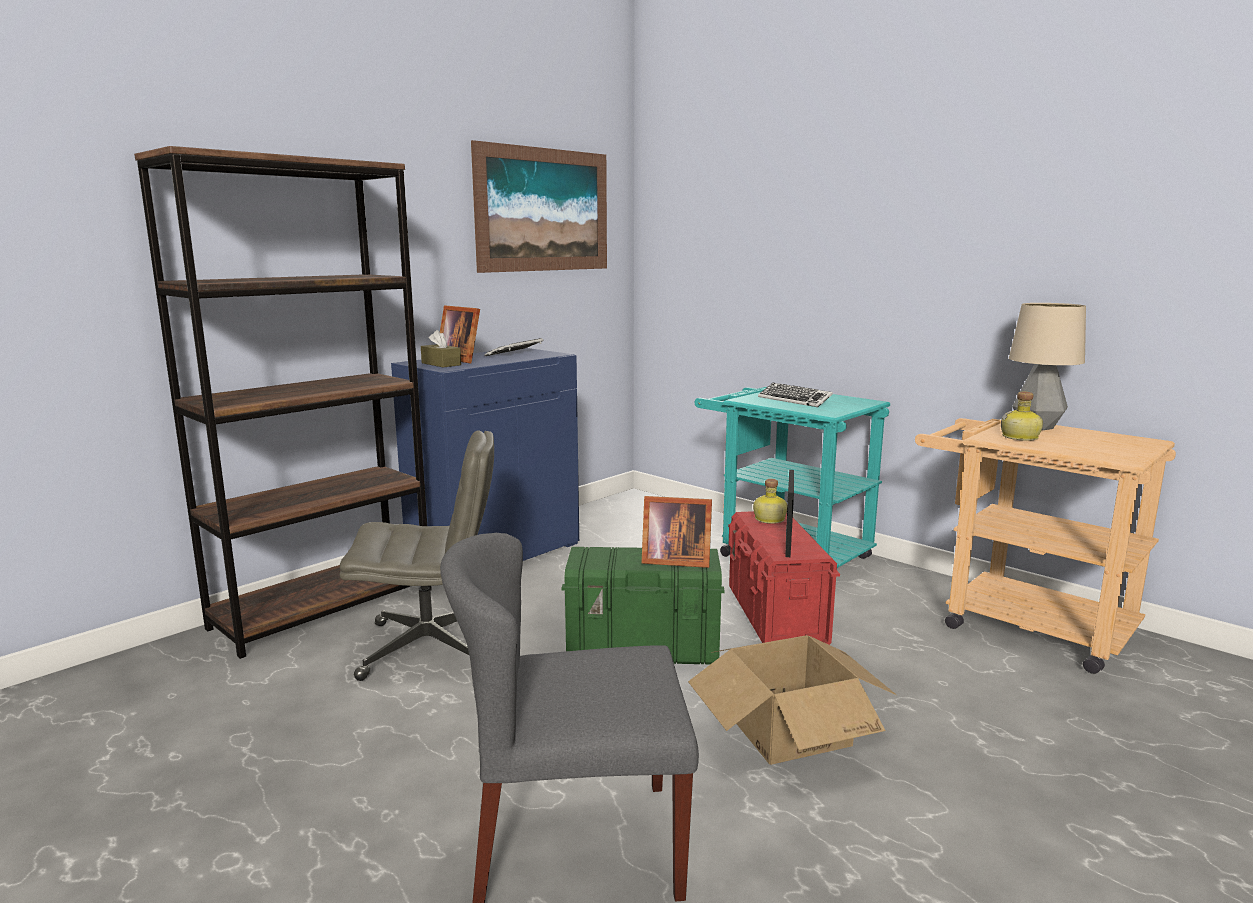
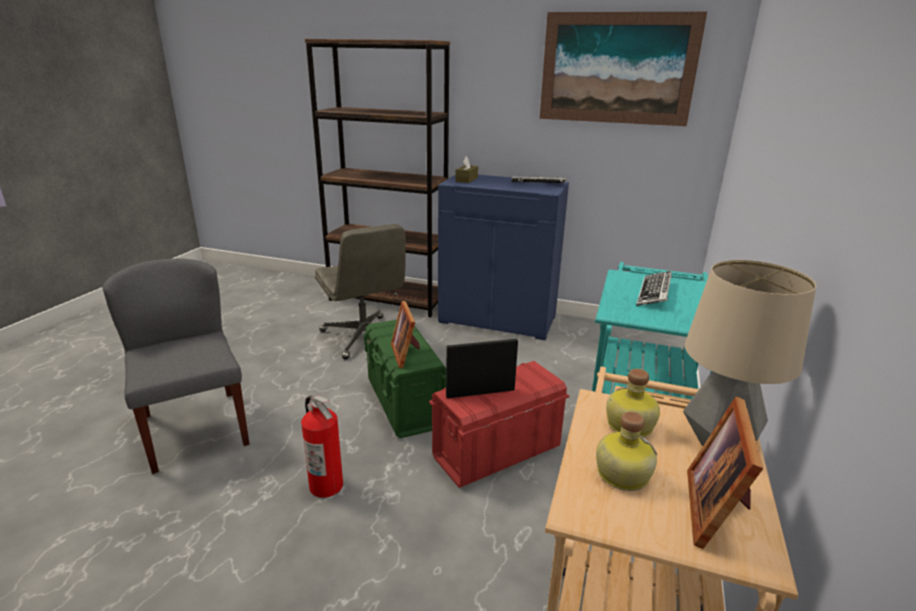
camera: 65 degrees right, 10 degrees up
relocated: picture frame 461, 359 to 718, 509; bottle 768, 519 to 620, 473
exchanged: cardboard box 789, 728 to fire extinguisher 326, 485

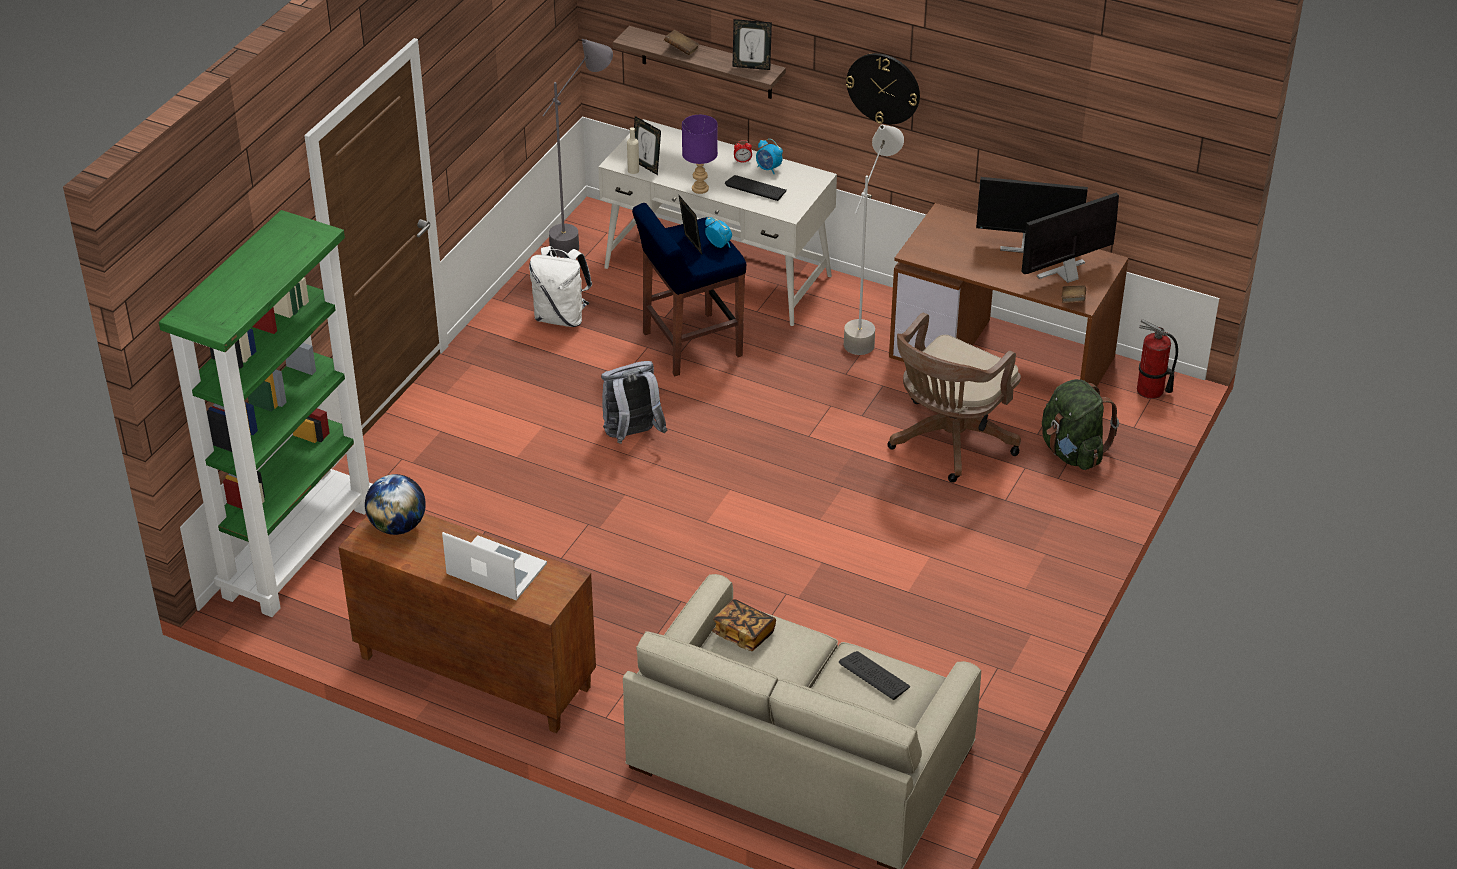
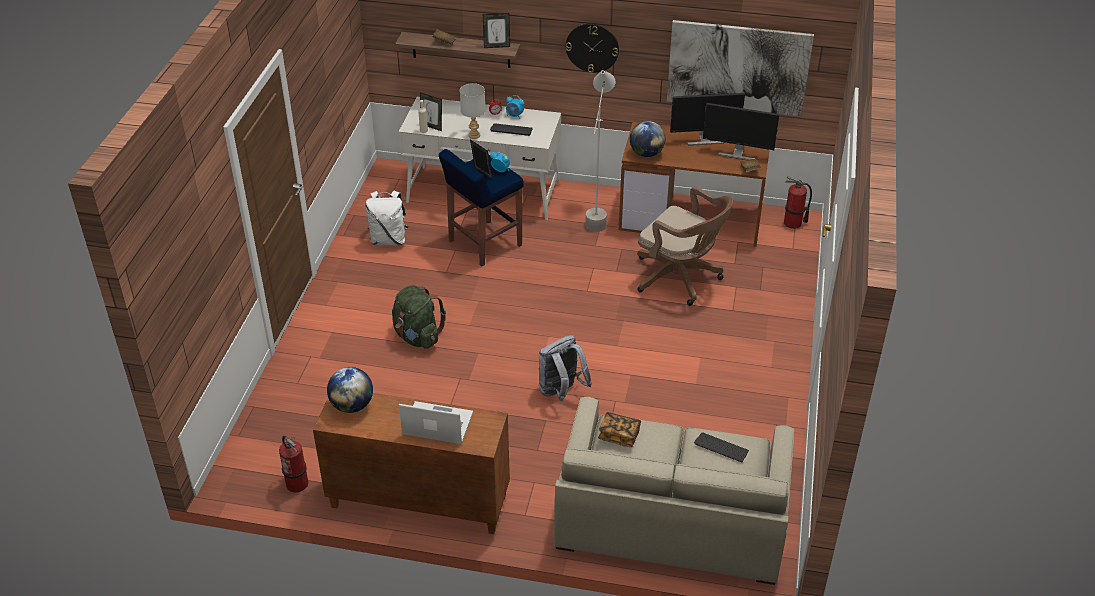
camera: 15 degrees left, 0 degrees up
missing: grey floor lamp 583, 238; green bookcase 298, 549
appeared: picture 738, 67; globe 646, 154; fire extinguisher 297, 483
relocated: grey backpack 632, 435 to 561, 392; green backpack 1072, 452 to 417, 337
colour: purple table lamp 699, 188 to grey table lamp 473, 135
spun: monitor 1066, 274 = 737, 153 120 degrees counterclockwise; brown office chair 949, 442 = 680, 279 75 degrees counterclockwise

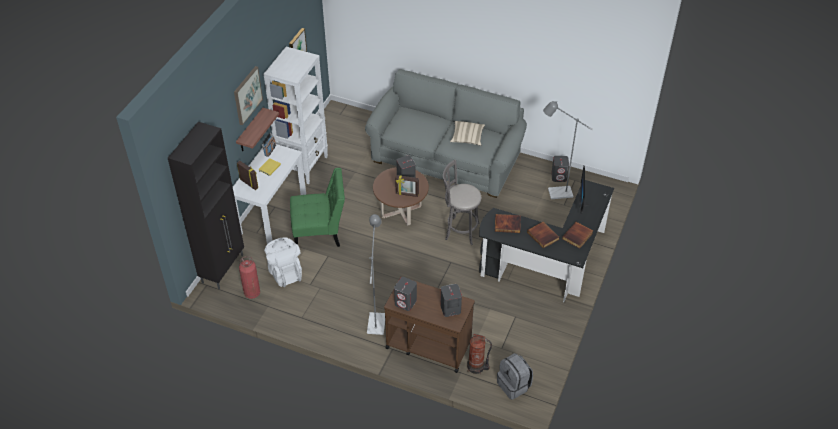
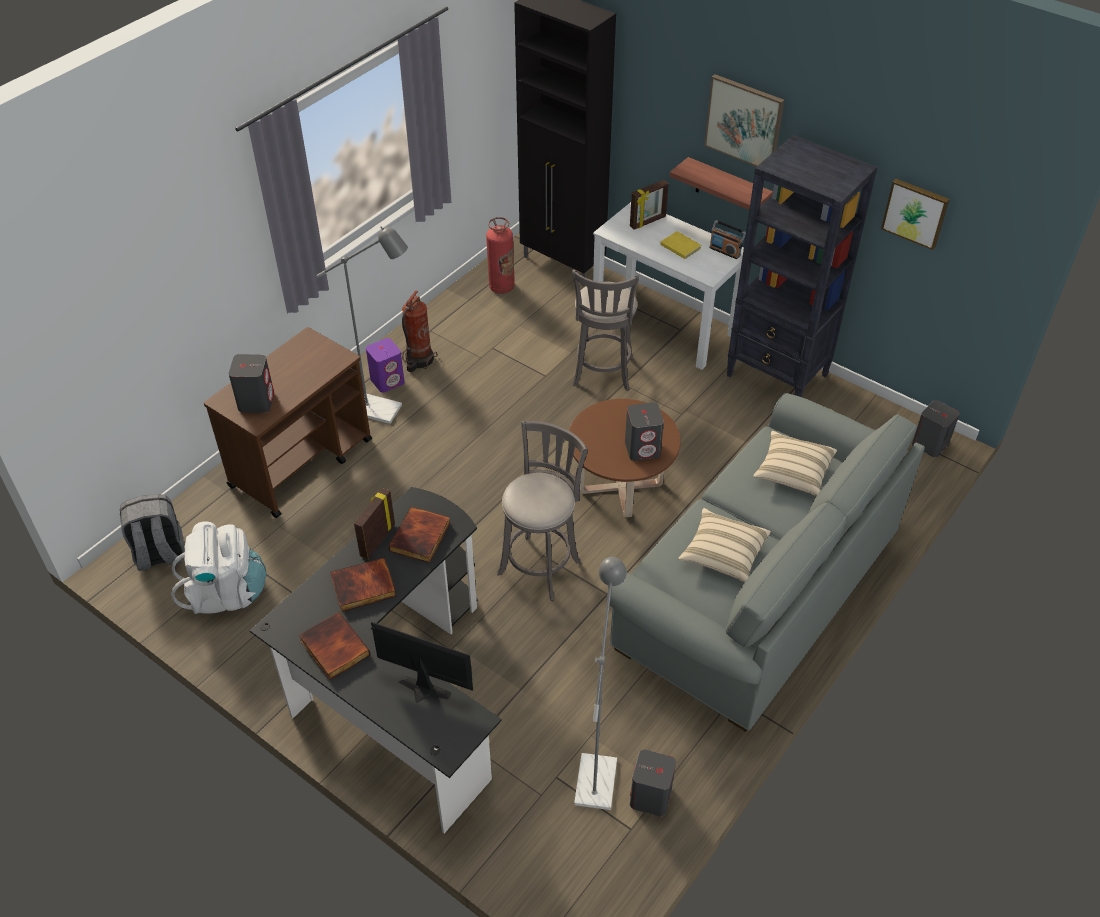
camera: 105 degrees right, 0 degrees up
appeared: purple speaker 387, 380; beige pillow 793, 472
relocated: picture frame 407, 194 to 377, 540; white backpack 285, 273 to 226, 592; grey speaker 406, 302 to 929, 444; fire extinguisher 476, 367 to 418, 360
exchanged: green chair 320, 232 to grey stool 602, 374
colour: white bookcase 304, 165 to black bookcase 777, 376

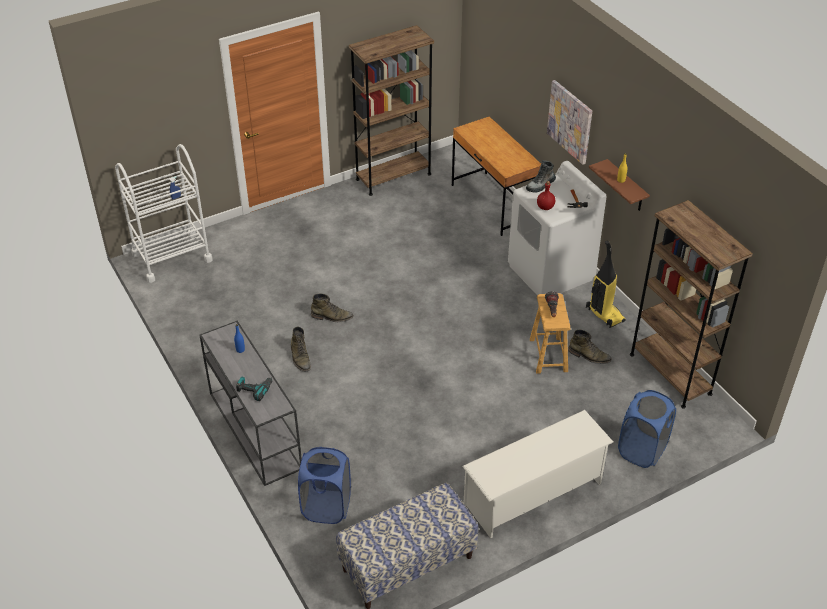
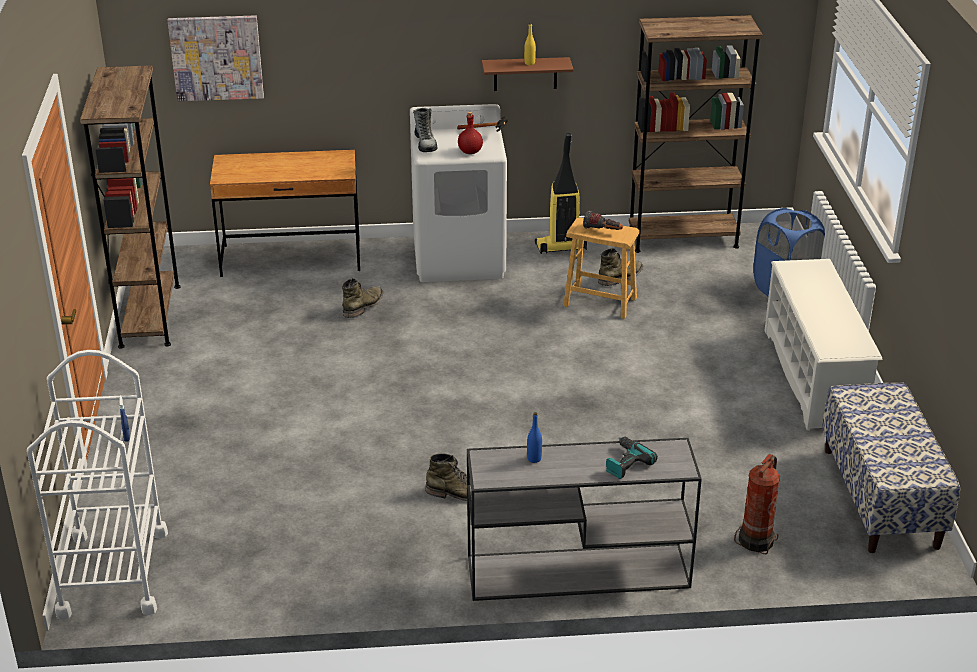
camera: 65 degrees left, 10 degrees down
relocated: picture 570, 121 to 216, 57; green boot 332, 317 to 364, 306
exchanged: blue laundry basket 326, 507 to fire extinguisher 757, 540

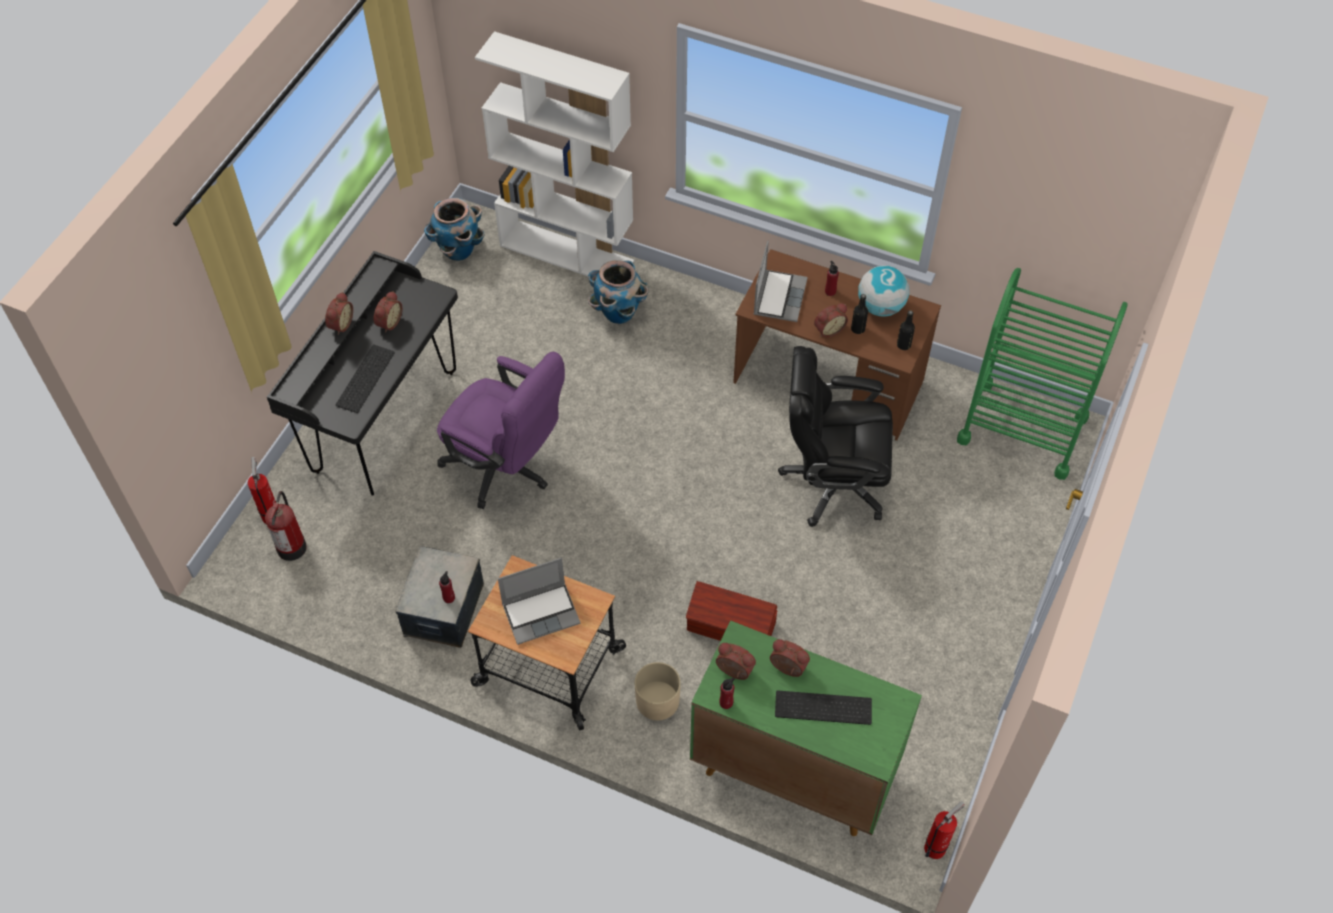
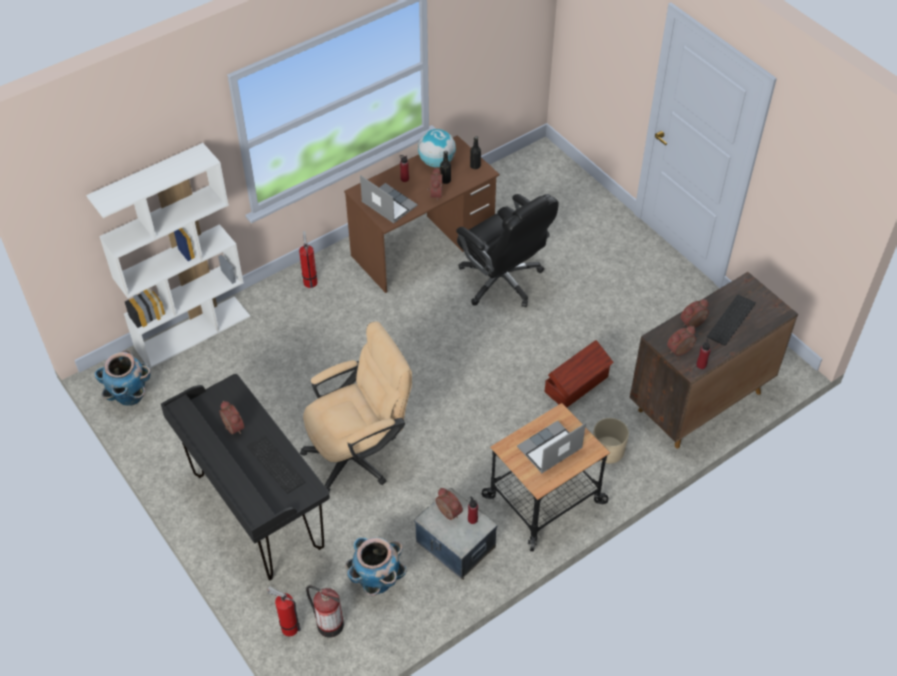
camera: 60 degrees left, 5 degrees down
missing: green cart 1022, 429
relocated: planter 618, 313 to 377, 582; alarm clock 340, 324 to 447, 513; fire extinguisher 937, 846 to 310, 281
colour: purple office chair 506, 468 to beige office chair 359, 453; green cabinet 792, 769 to brown cabinet 699, 402
spun: black office chair 833, 482 = 502, 281 75 degrees counterclockwise; laptop 541, 612 = 549, 449 135 degrees counterclockwise

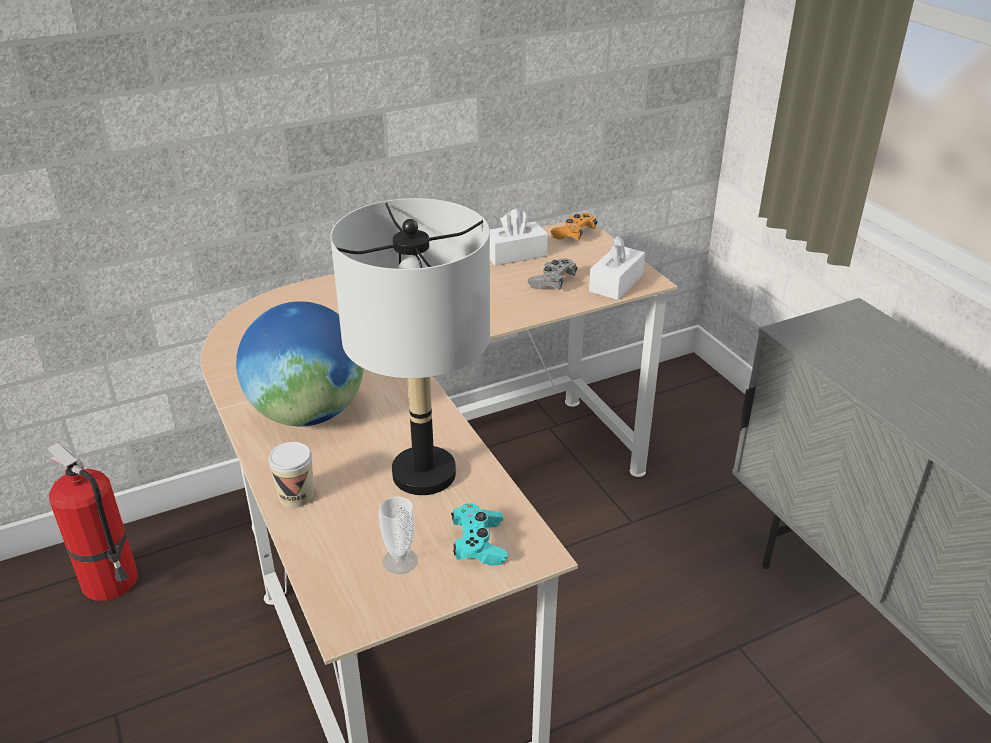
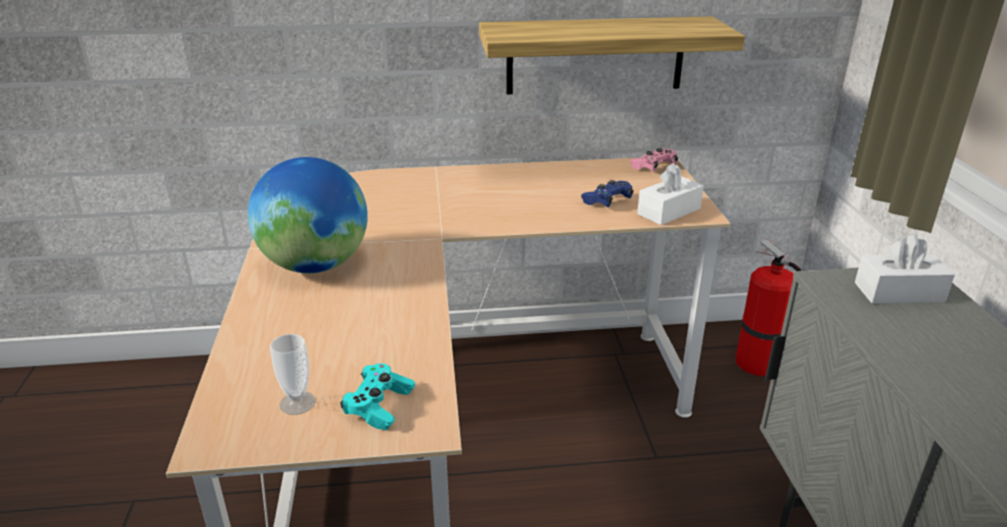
camera: 20 degrees right, 5 degrees down
missing: grey table lamp 423, 474; cup 296, 495
appeared: shelf 595, 55
relocated: white tissue box 515, 254 to 898, 292; fire extinguisher 112, 581 to 759, 363
colour: orange game controller 574, 234 to pink game controller 653, 167; grey game controller 552, 282 to blue game controller 607, 201

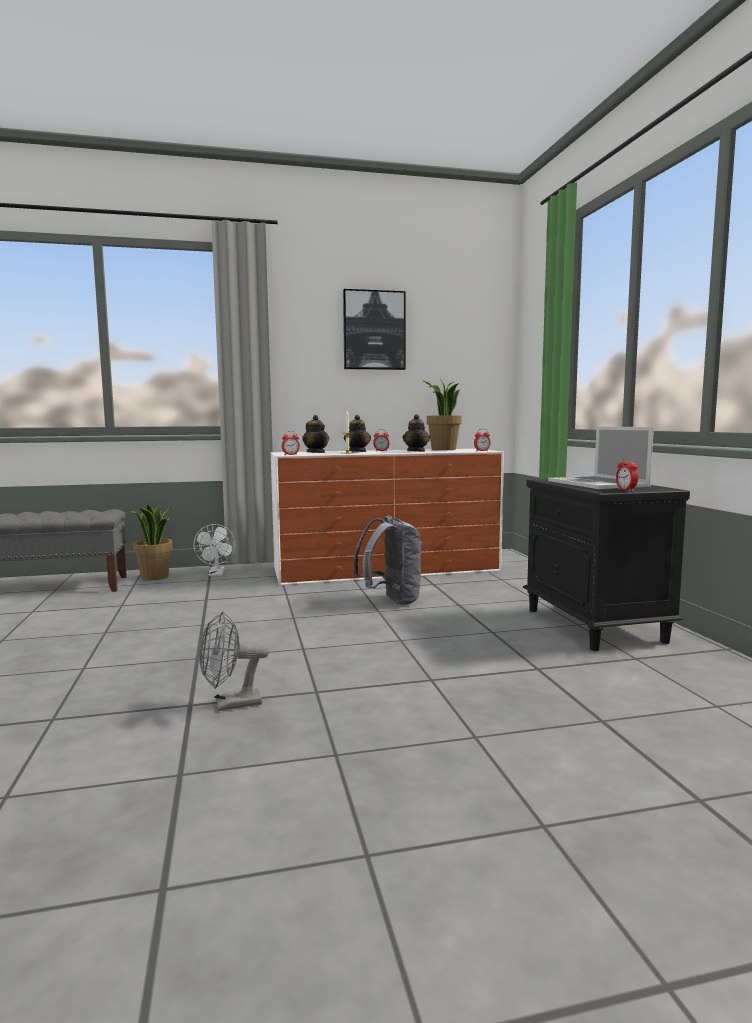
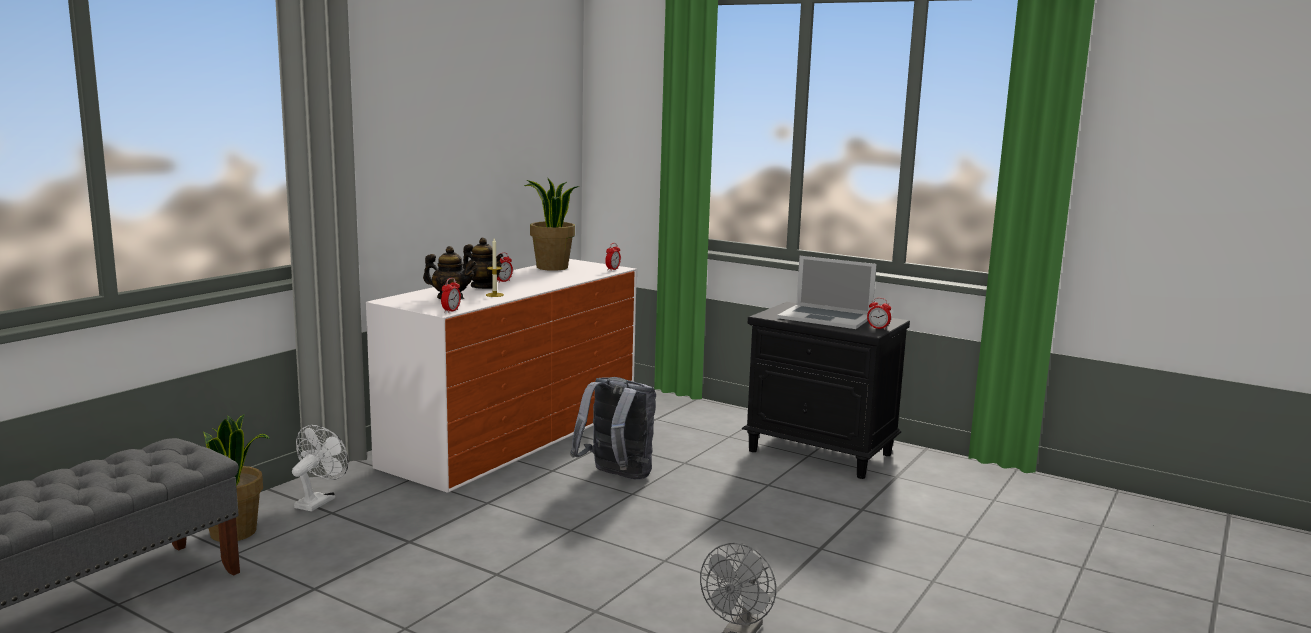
camera: 45 degrees left, 5 degrees up
missing: picture 374, 330; teapot 416, 451
spun: white fan 216, 574 = 318, 501 105 degrees counterclockwise

